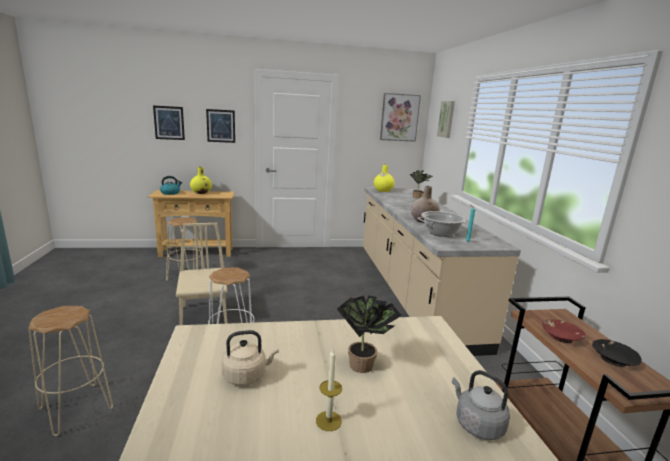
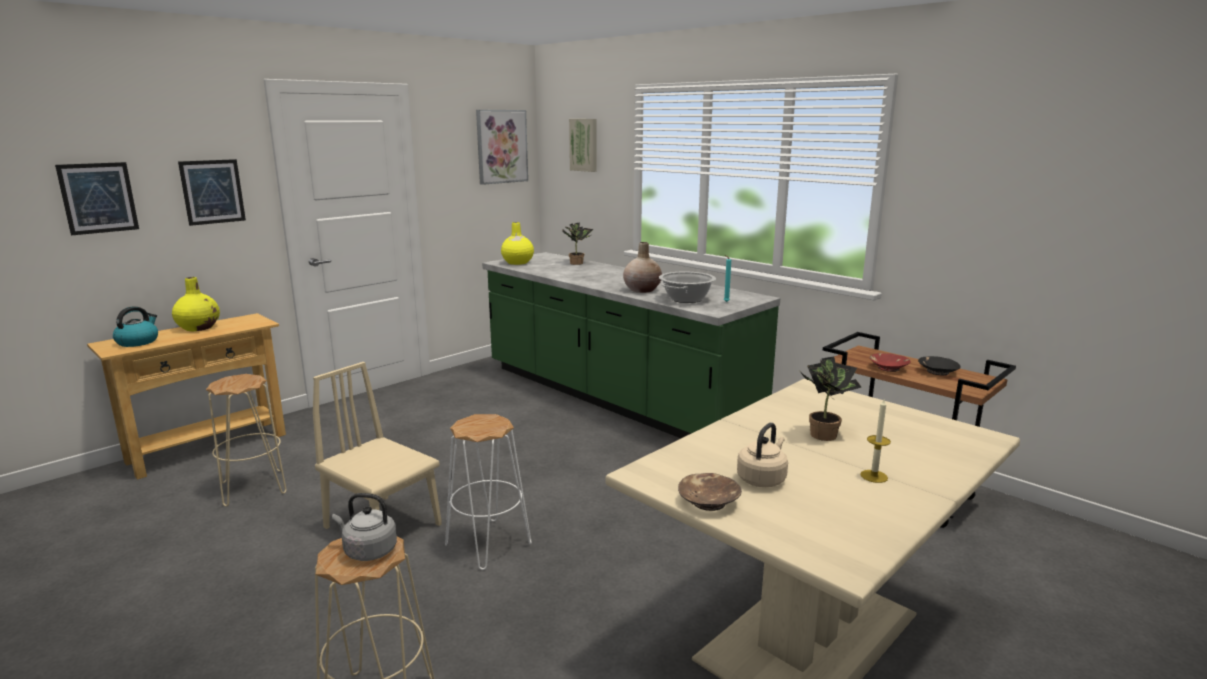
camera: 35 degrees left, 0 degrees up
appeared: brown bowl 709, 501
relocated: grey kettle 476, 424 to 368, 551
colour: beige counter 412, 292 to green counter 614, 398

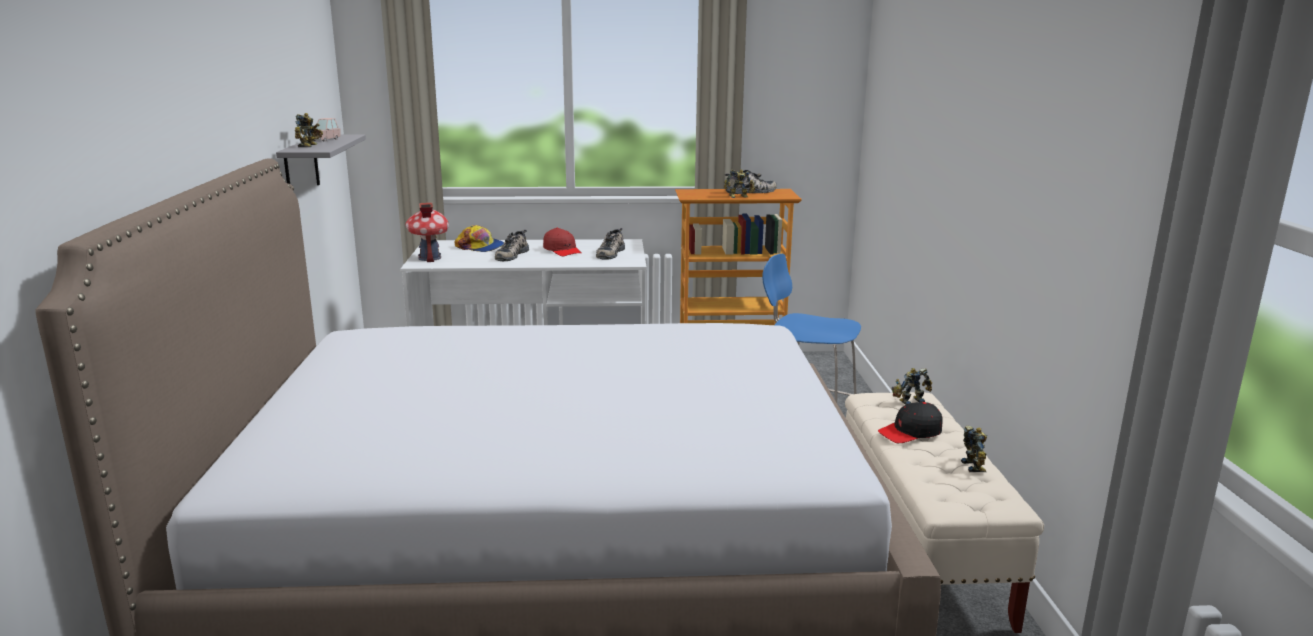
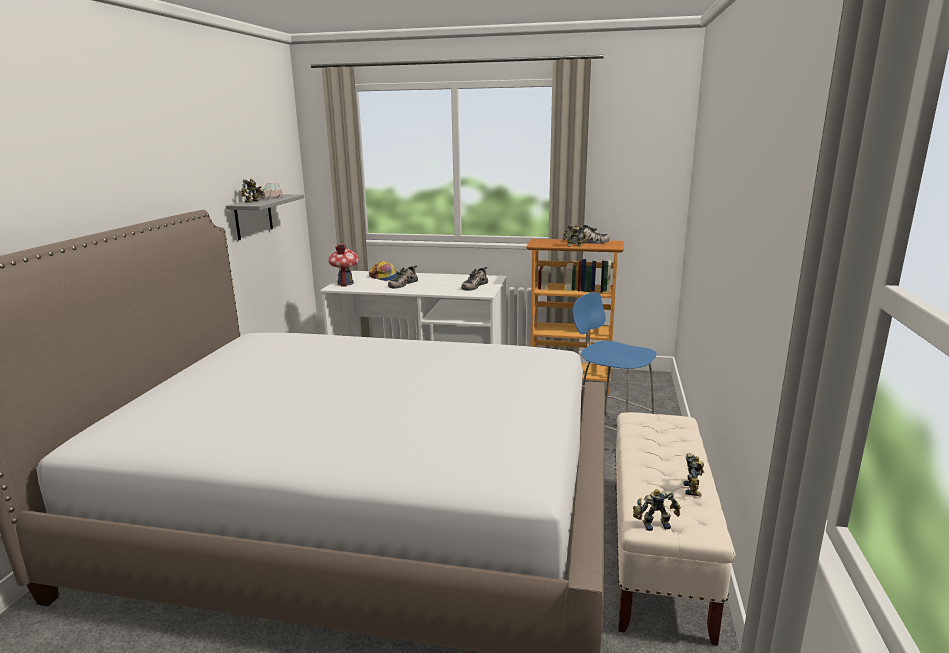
camera: 15 degrees right, 0 degrees up
missing: red cap 562, 250; black cap 910, 432
relocated: toy robot 910, 401 to 654, 523

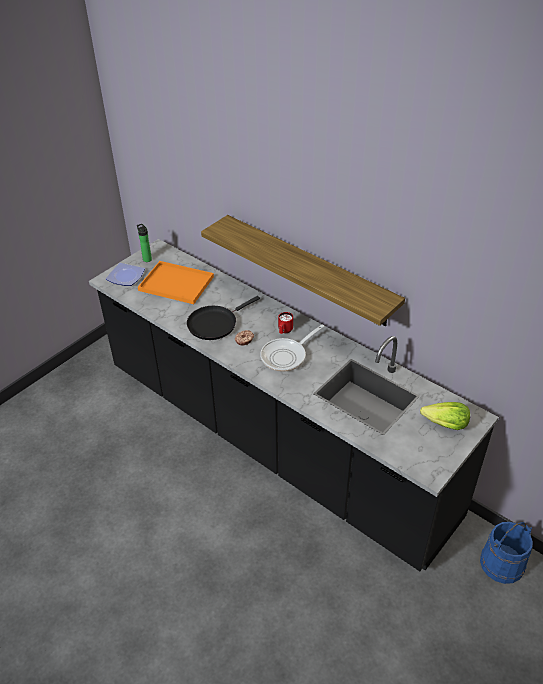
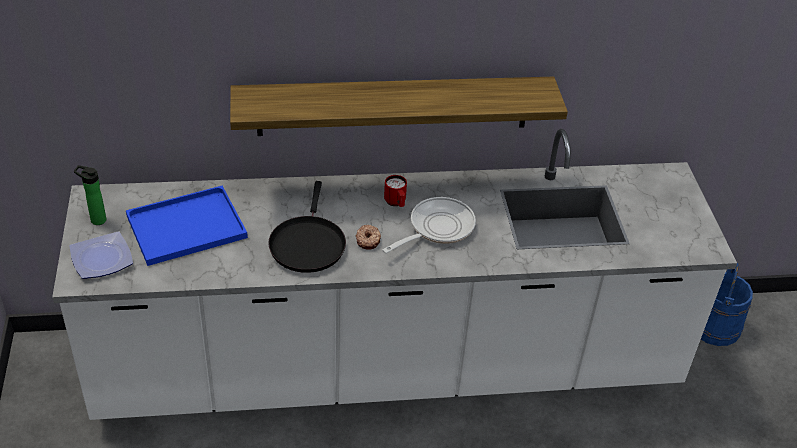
camera: 50 degrees left, 0 degrees up
missing: lettuce 445, 424
colour: black counter 273, 440 to white counter 389, 369; orange tray 177, 283 to blue tray 188, 225
spun: frying pan 286, 356 = 437, 228 135 degrees counterclockwise

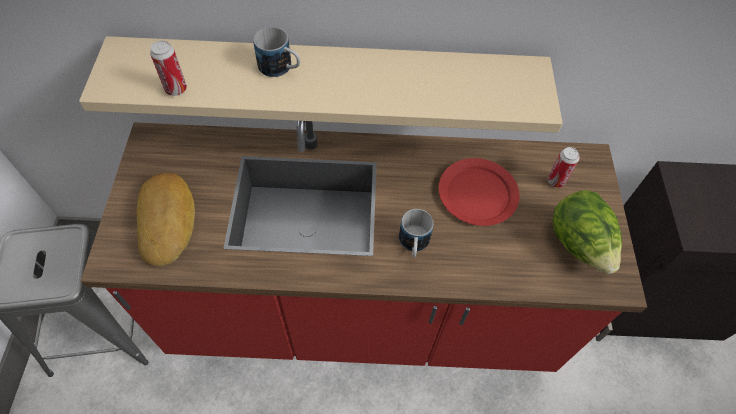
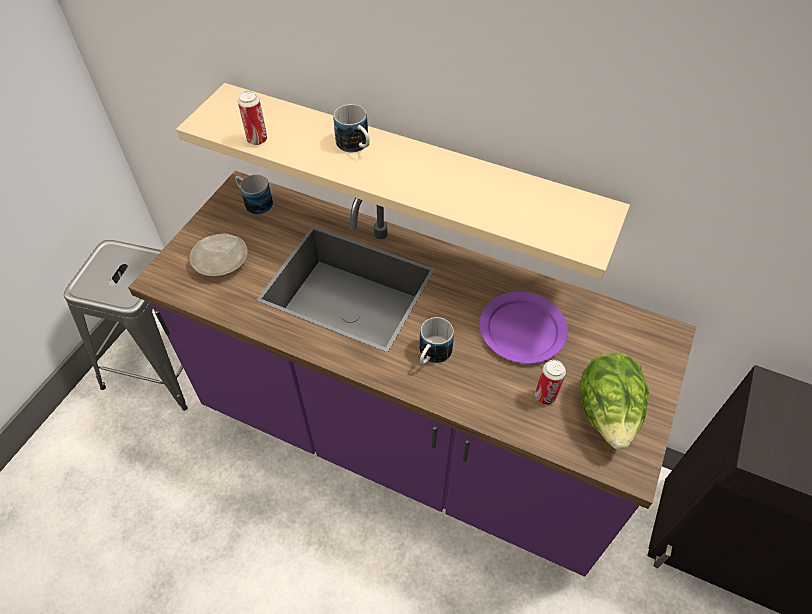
camera: 25 degrees right, 5 degrees down
appeared: mug 254, 202
relocated: can 556, 181 to 545, 396
exchanged: bread 168, 221 to beige plate 221, 261
colour: red counter 362, 314 to purple counter 406, 440; red plate 477, 193 to purple plate 522, 329

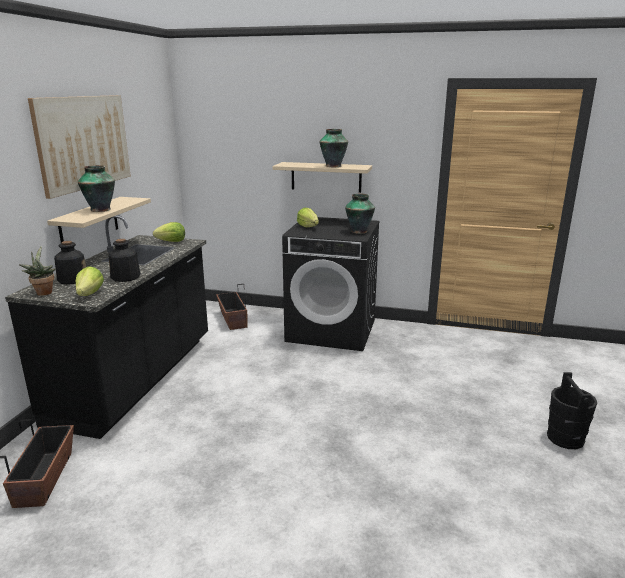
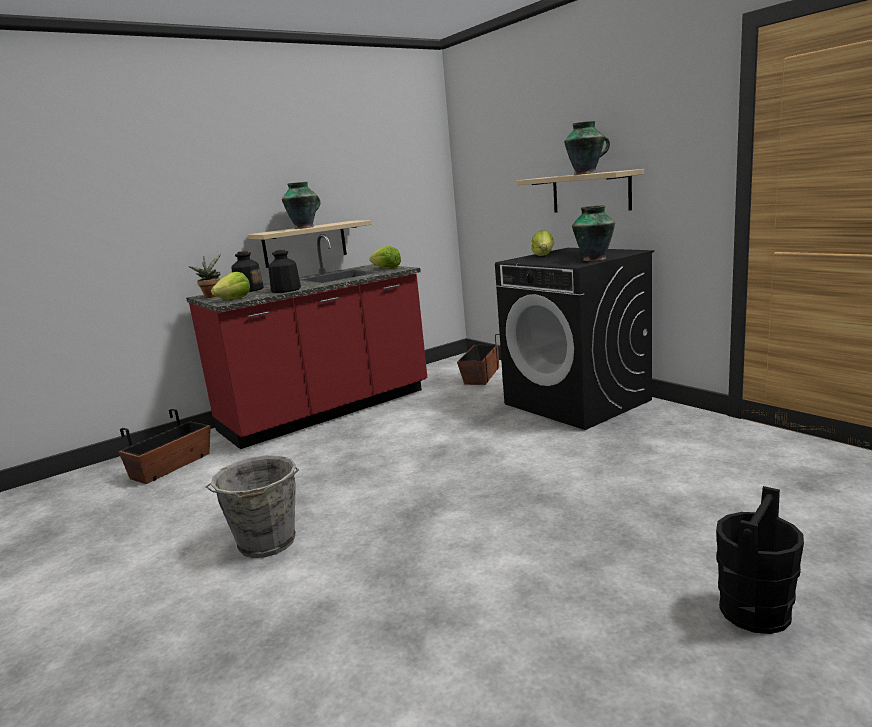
camera: 40 degrees right, 5 degrees down
missing: picture 84, 142
appeared: grey bucket 267, 544
colour: black counter 137, 379 to red counter 327, 411

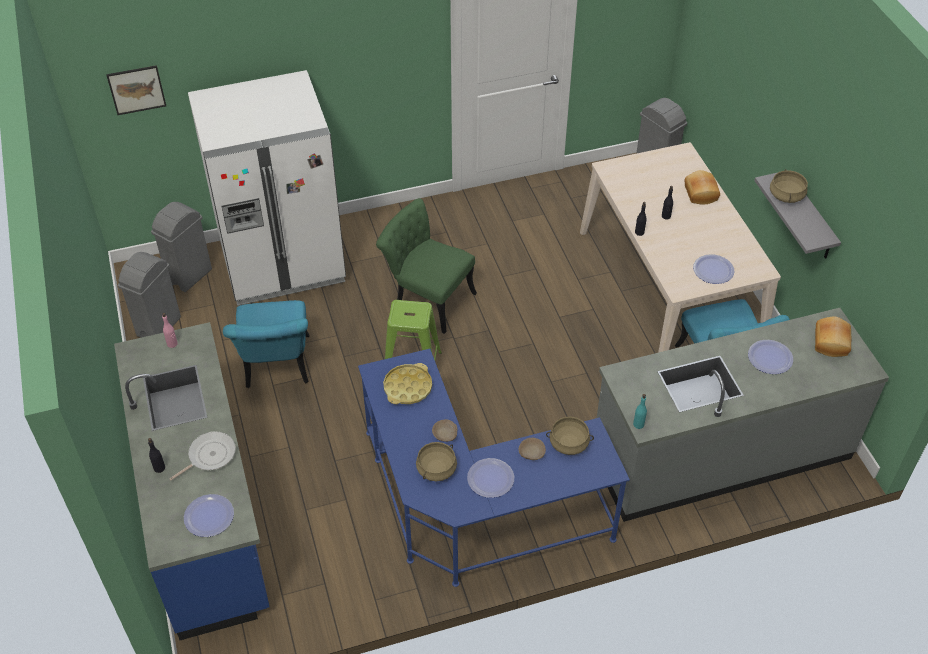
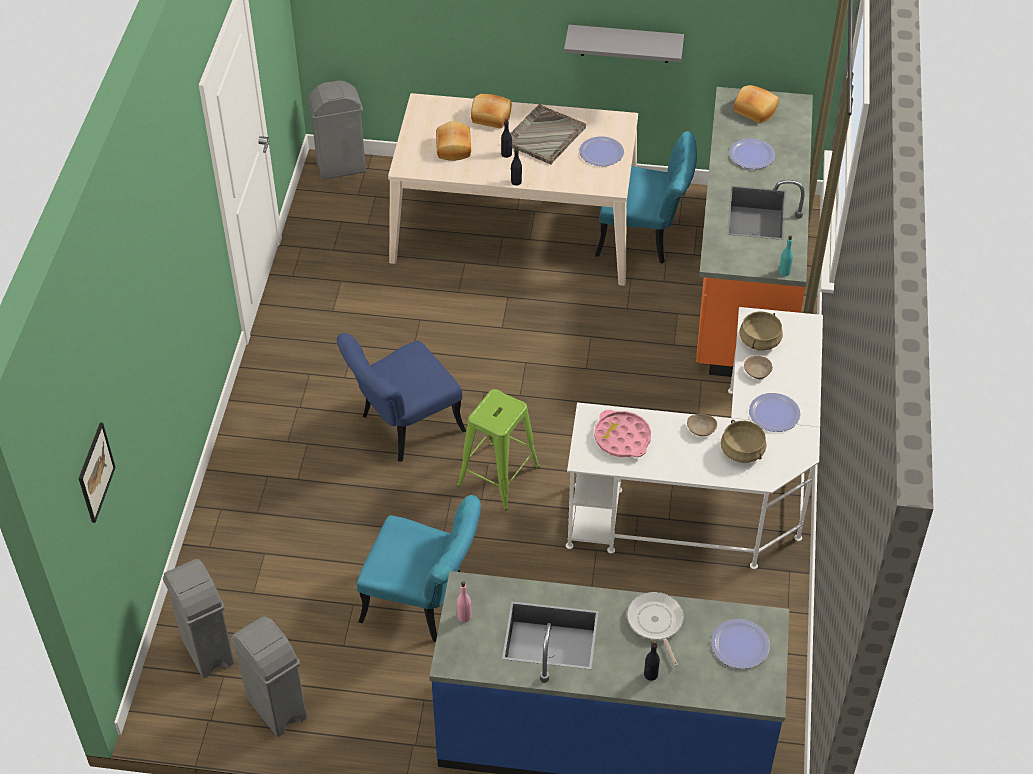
camera: 65 degrees left, 0 degrees up
missing: white fridge 282, 263; beige cooking pot 786, 195
appeared: grey tray 544, 136; bread 452, 148
colour: green chair 427, 298 to blue chair 403, 427; grey counter 720, 454 to orange counter 744, 281; blue desk 472, 508 to white desk 714, 492; yellow tray 407, 387 to pink tray 622, 438

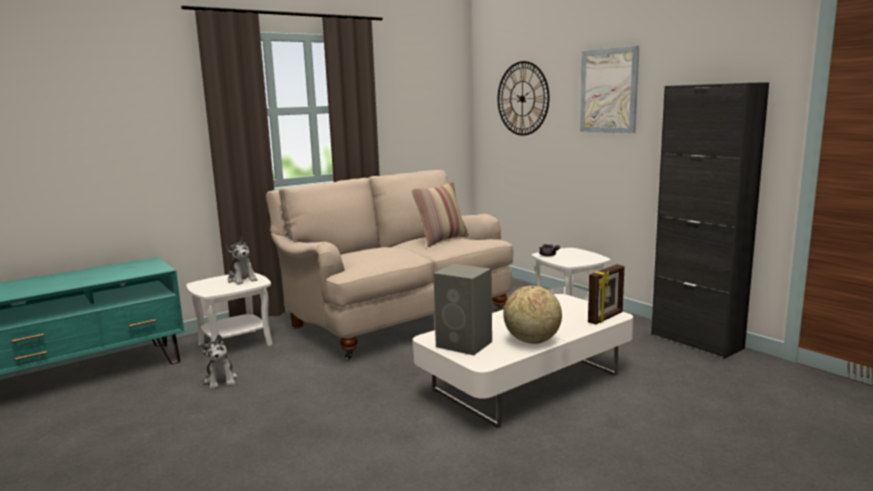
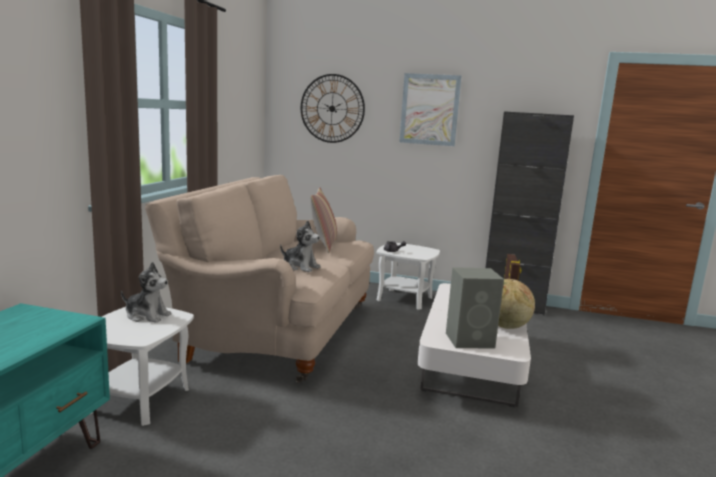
camera: 40 degrees left, 0 degrees up
relocated: plush toy 221, 380 to 300, 267

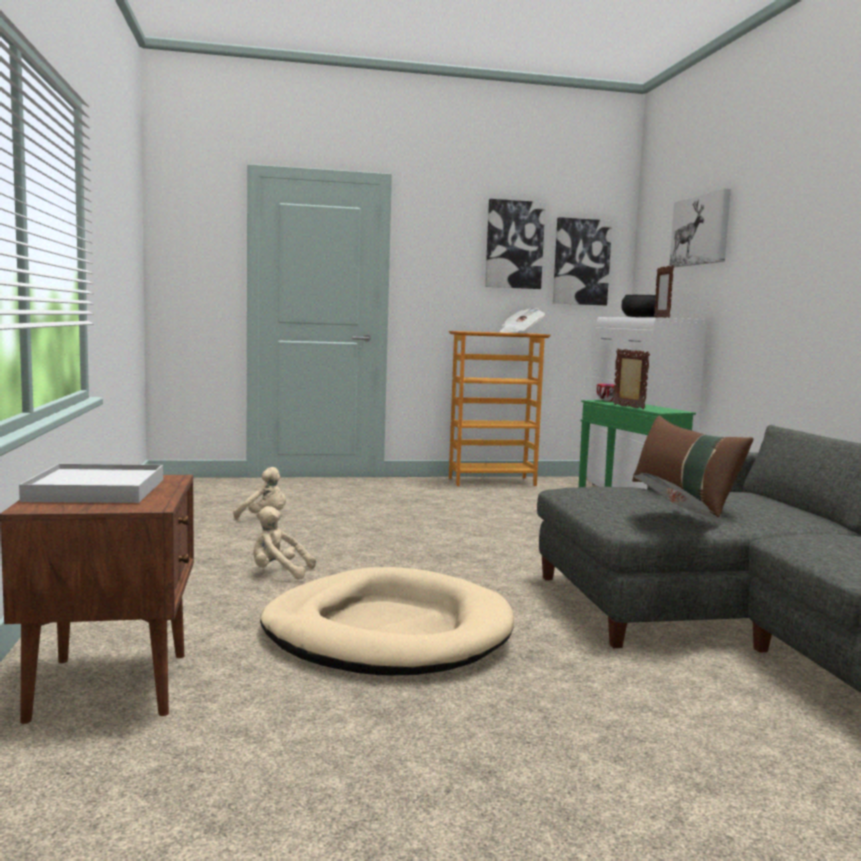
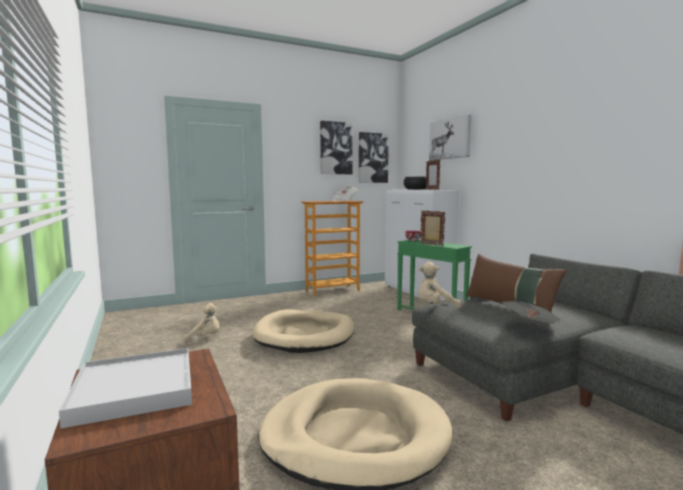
camera: 15 degrees left, 0 degrees up
appeared: beige dog bed 305, 335
relocated: beige plush toy 278, 573 to 435, 306

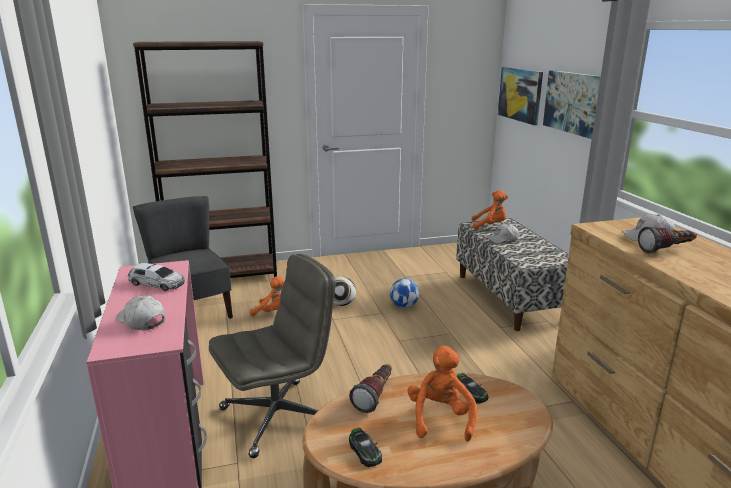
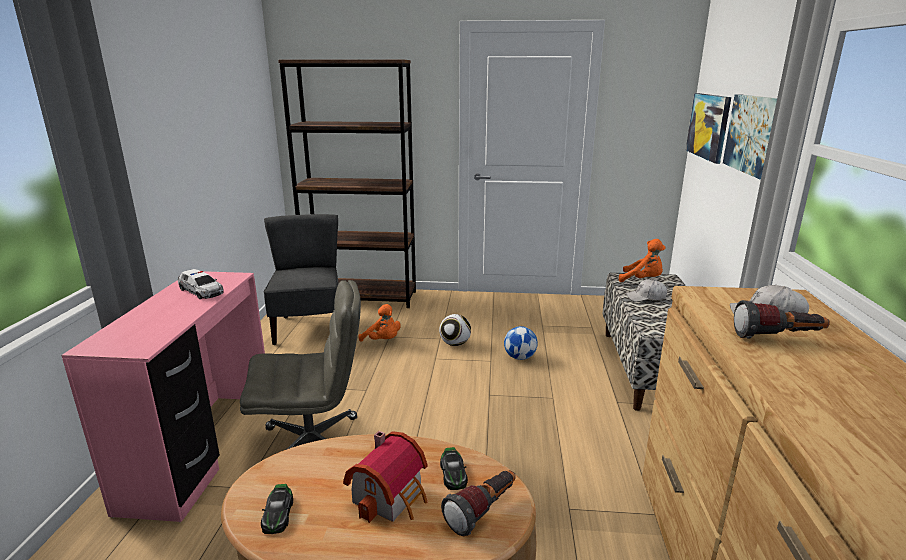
camera: 20 degrees right, 0 degrees up
missing: white cap 141, 321
relocated: flashlight 375, 396 to 483, 511
exchanged: orange plush toy 440, 418 to toy house 392, 496

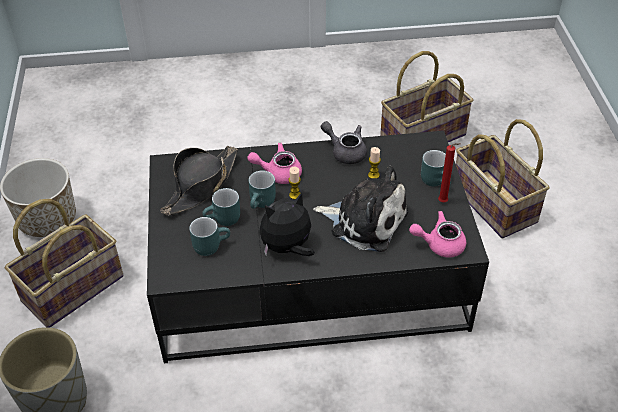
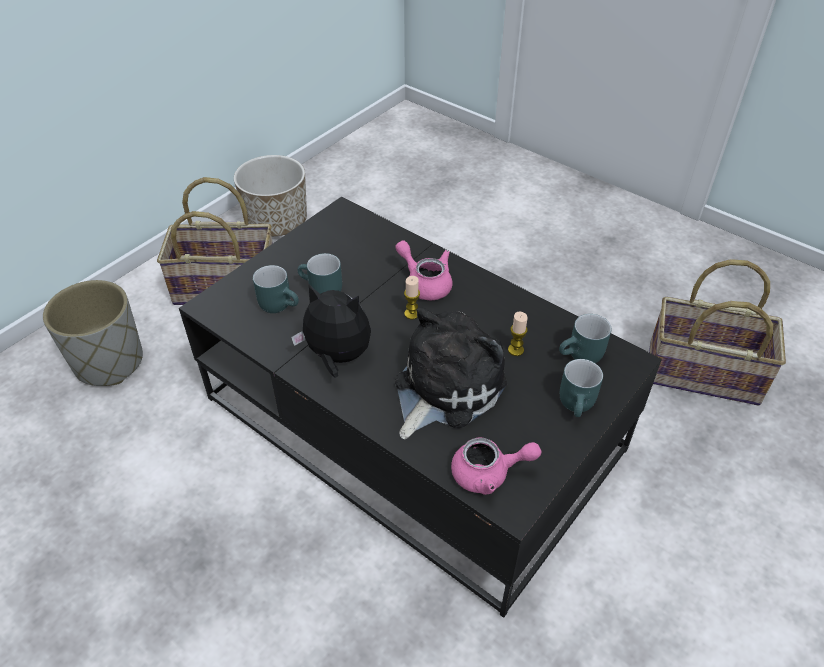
camera: 45 degrees right, 0 degrees up
missing: basket 492, 204; grey teapot 345, 151; red candle 444, 202; black hat 201, 186
relocated: turquoise mug 262, 203 to 582, 357
spun: plush toy 365, 221 = 444, 388 120 degrees counterclockwise; pink teapot 439, 244 = 488, 474 135 degrees clockwise

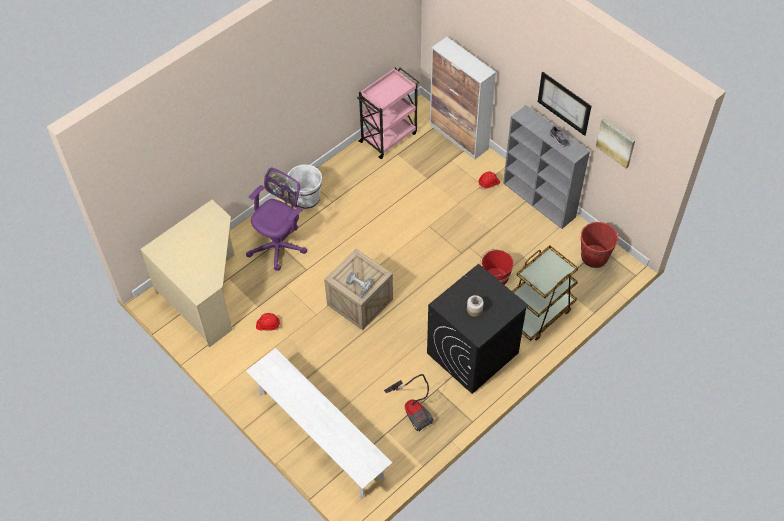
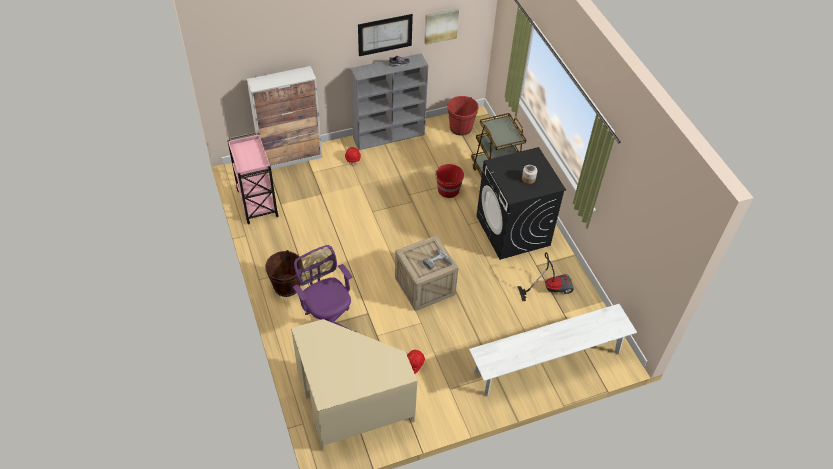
camera: 70 degrees left, 5 degrees down
colour: white bucket 306, 199 to brown bucket 287, 286

